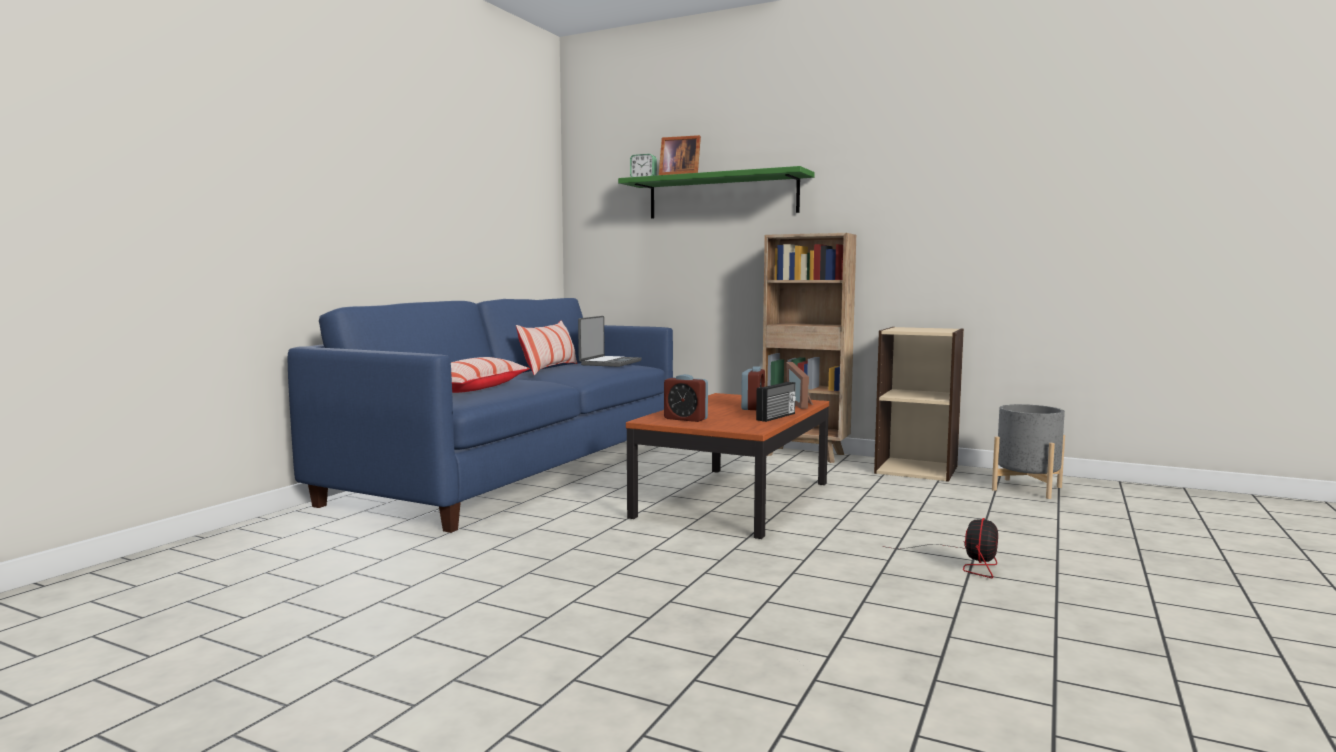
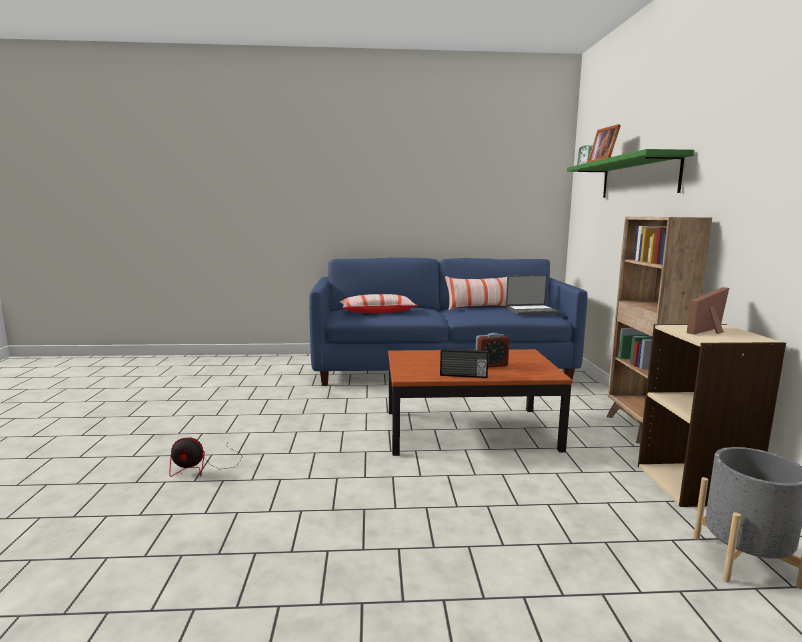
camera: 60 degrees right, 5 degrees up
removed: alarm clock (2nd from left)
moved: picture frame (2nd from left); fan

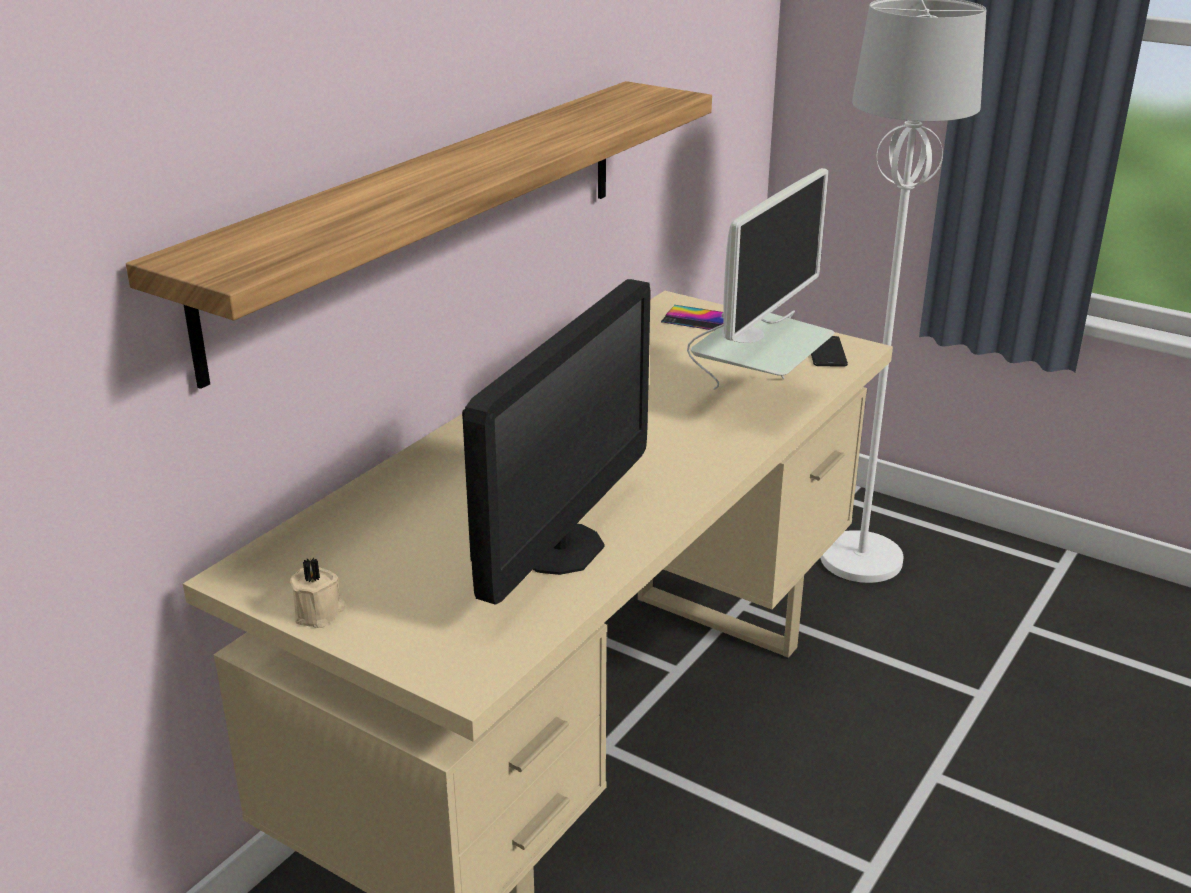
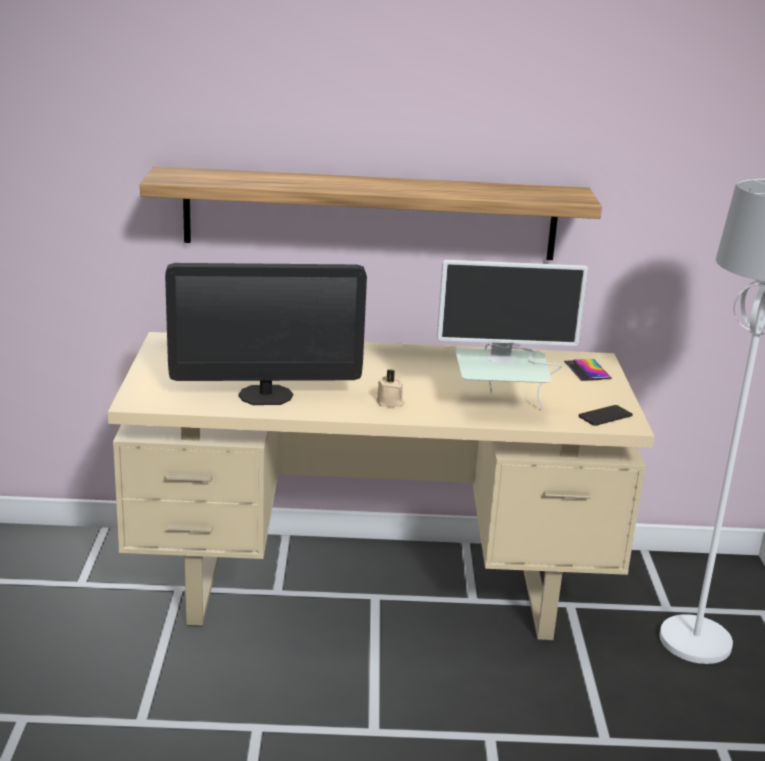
camera: 55 degrees right, 5 degrees down
moved: candle/beige

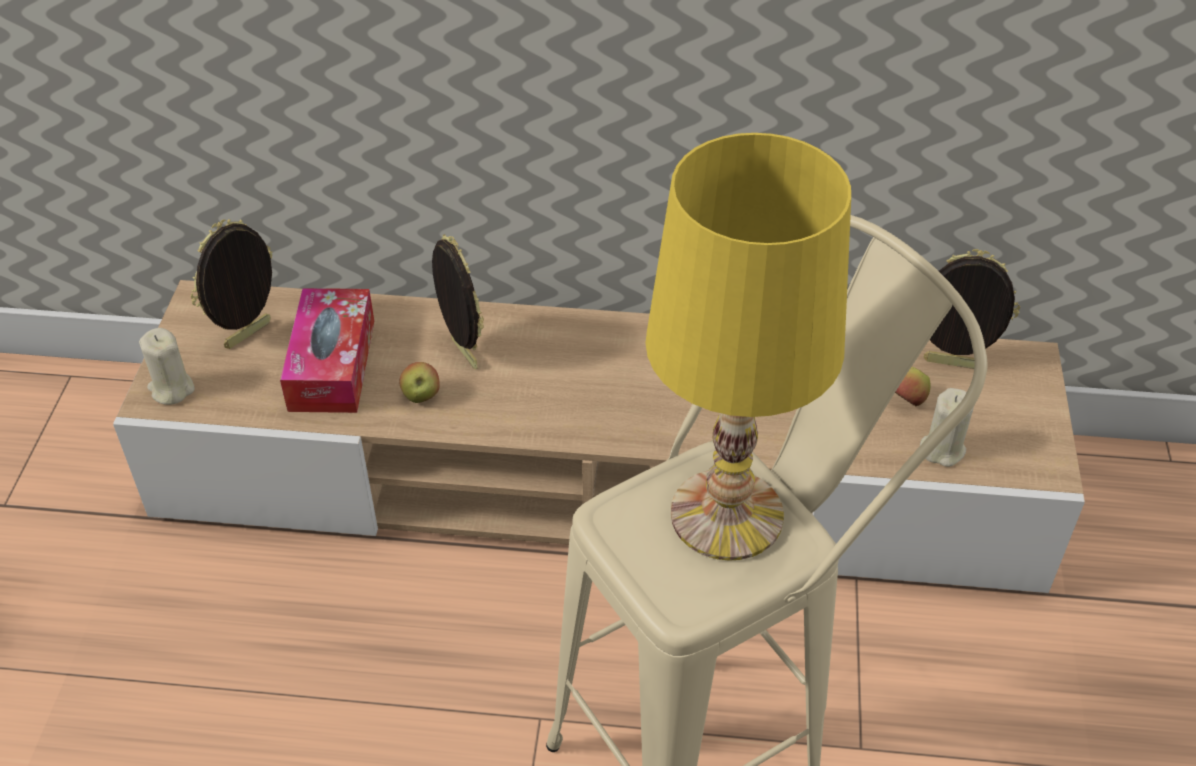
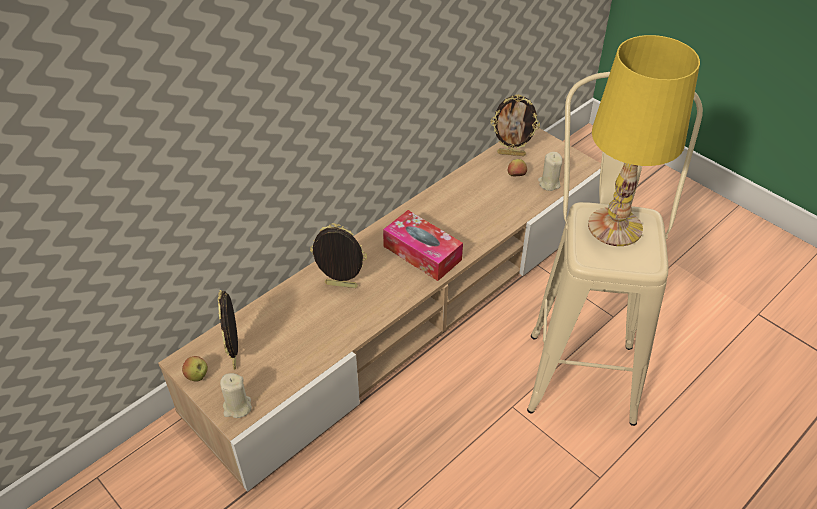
camera: 50 degrees left, 0 degrees up
moved: tissue box; apple (1st from left)
turned: picture frame (3rd from left) 135 degrees counterclockwise

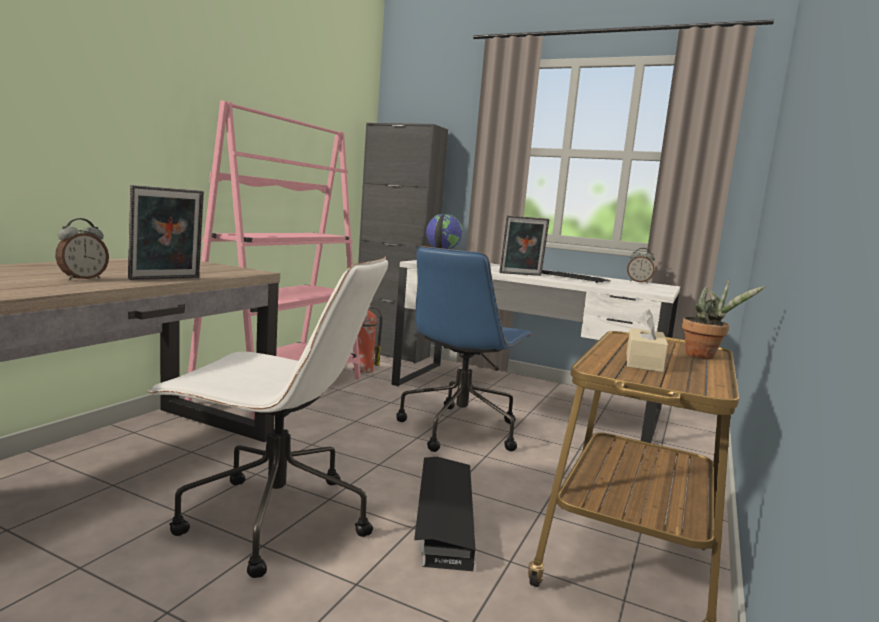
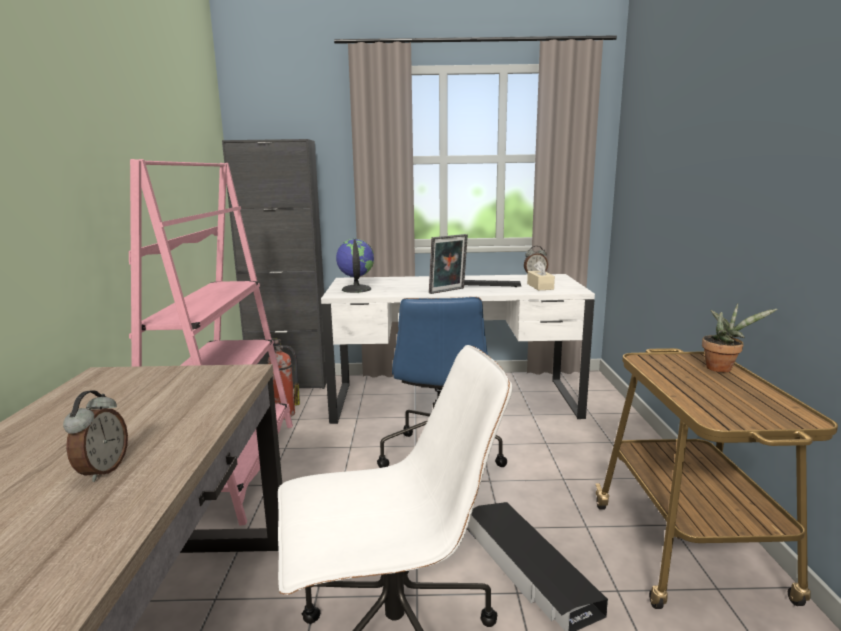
camera: 25 degrees left, 5 degrees up
removed: picture frame (1st from left)
moved: tissue box/beige

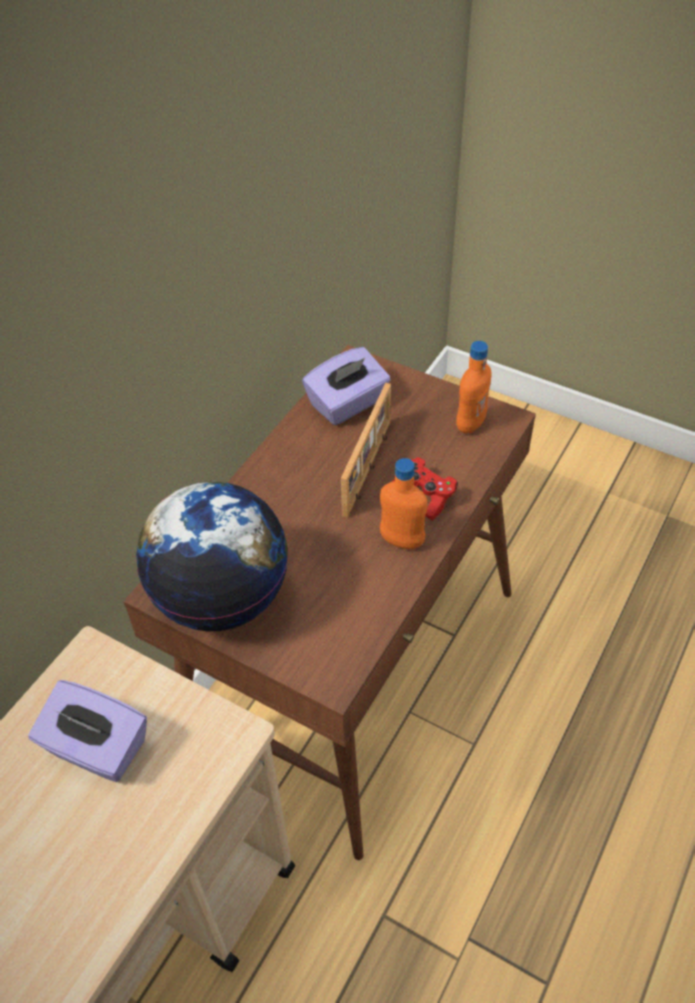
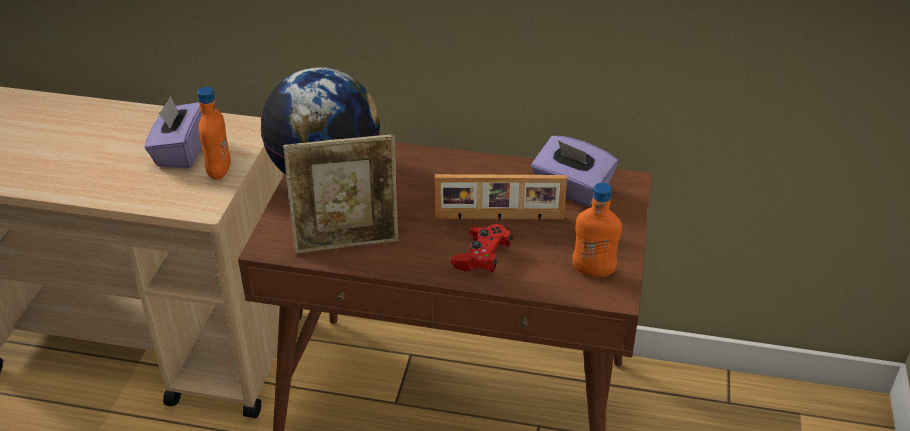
camera: 70 degrees right, 10 degrees down
added: picture frame (1st from left)
moved: bottle/orange (1st from left)

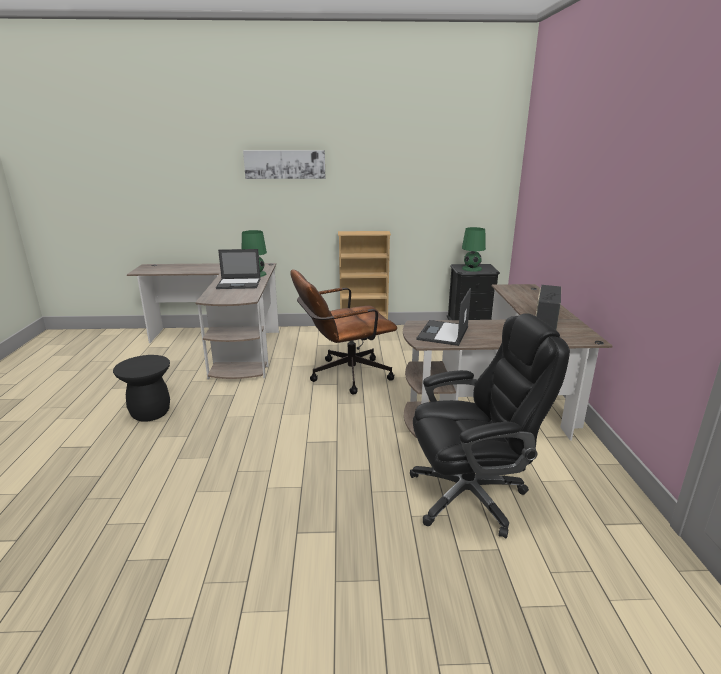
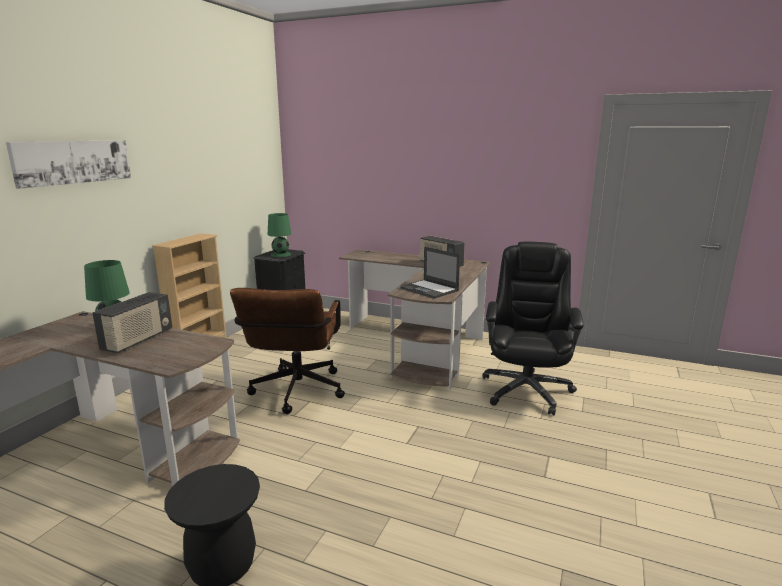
camera: 65 degrees left, 5 degrees down
replaced: laptop (1st from left) to radio (1st from left)

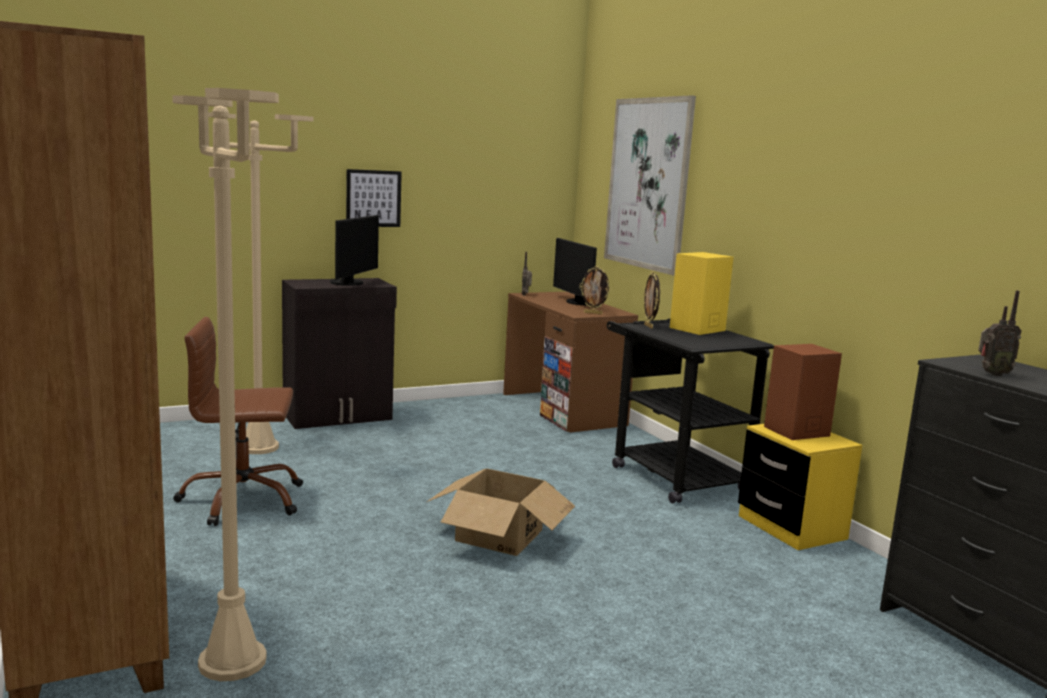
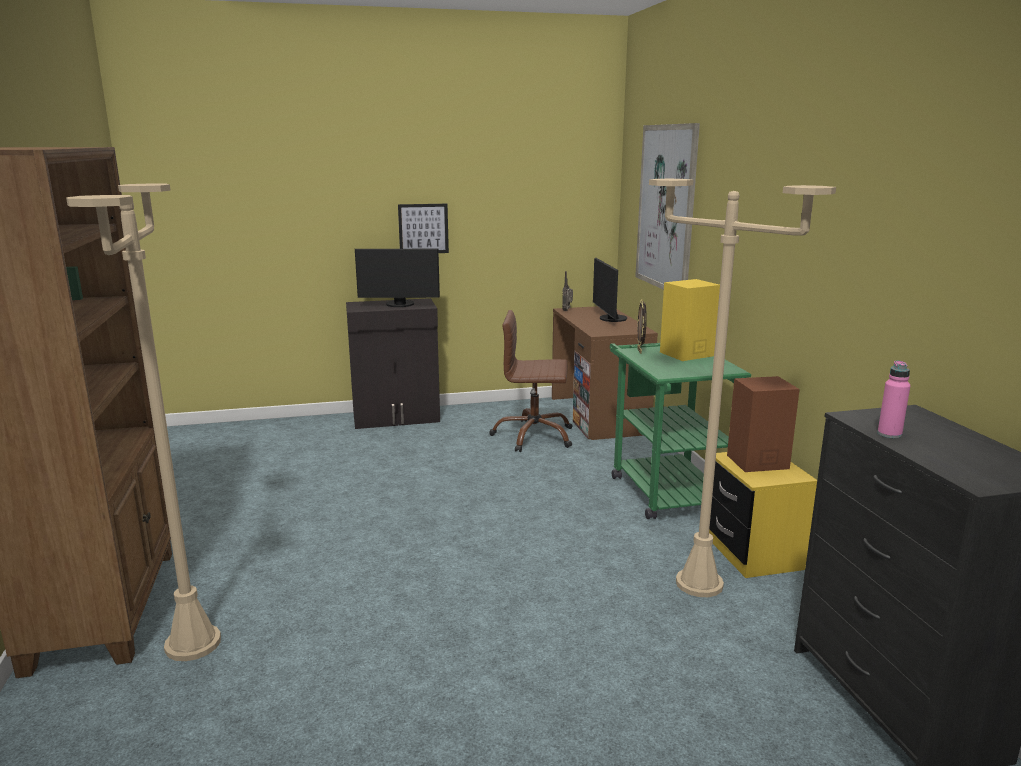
camera: 15 degrees right, 5 degrees up
removed: cardboard box; picture frame (1st from left)
moved: office chair/brown; floor lamp/beige (2nd from left)
replaced: radio (2nd from left) to bottle/pink
recoloured: cart/black to cart/green
turned: monitor (1st from left) 60 degrees clockwise

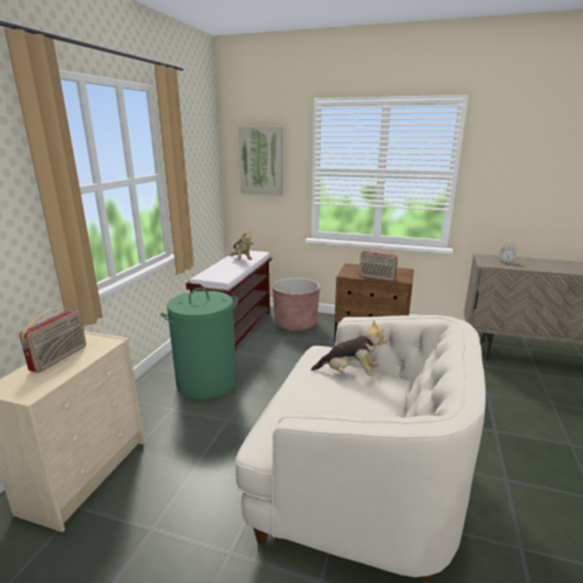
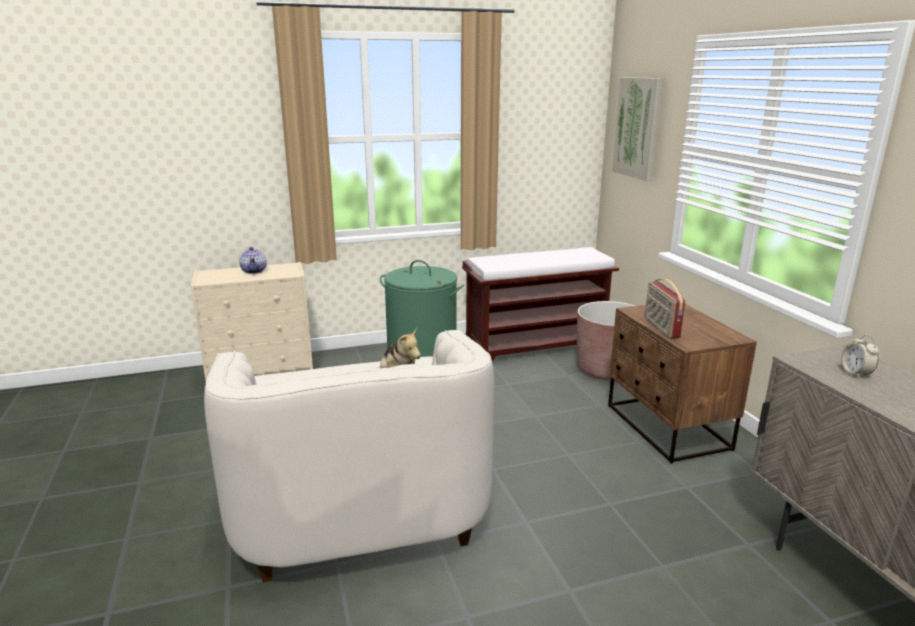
camera: 55 degrees right, 0 degrees up
removed: plush toy (1st from left)
replaced: radio (1st from left) to teapot

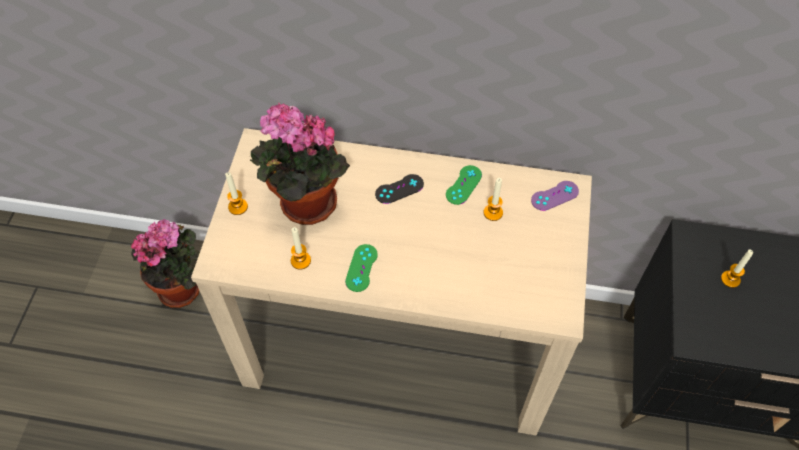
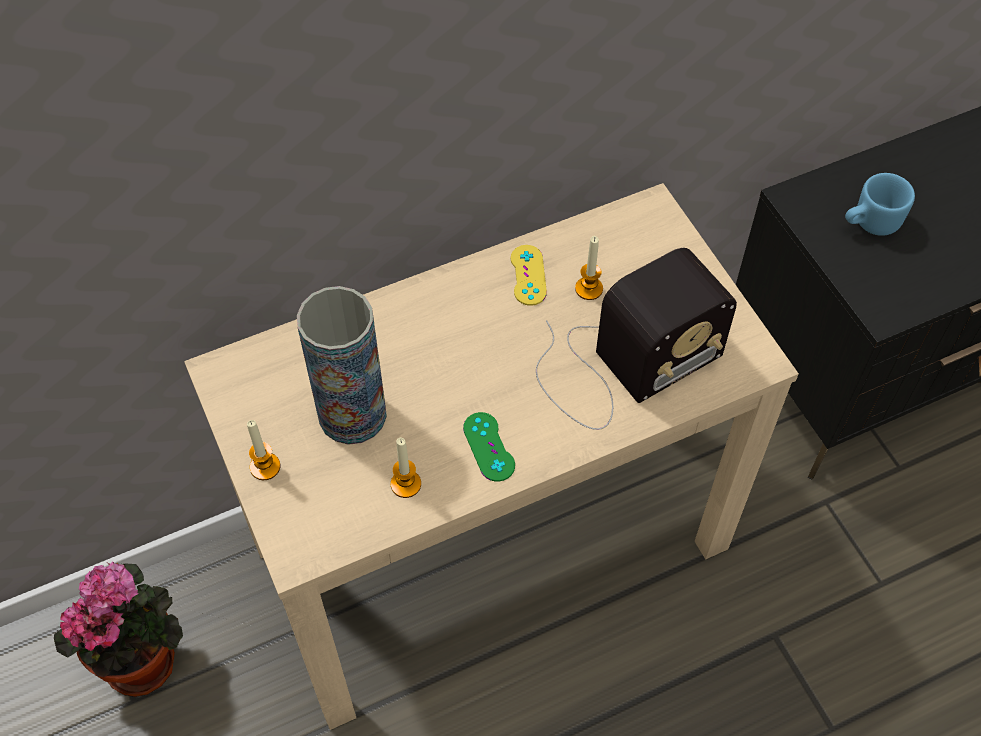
camera: 35 degrees left, 0 degrees up
removed: game controller/black; game controller/purple
added: radio
replaced: potted plant (2nd from left) to vase; candle (4th from left) to mug/blue
recoloured: game controller/green (2nd from left) to game controller/yellow

